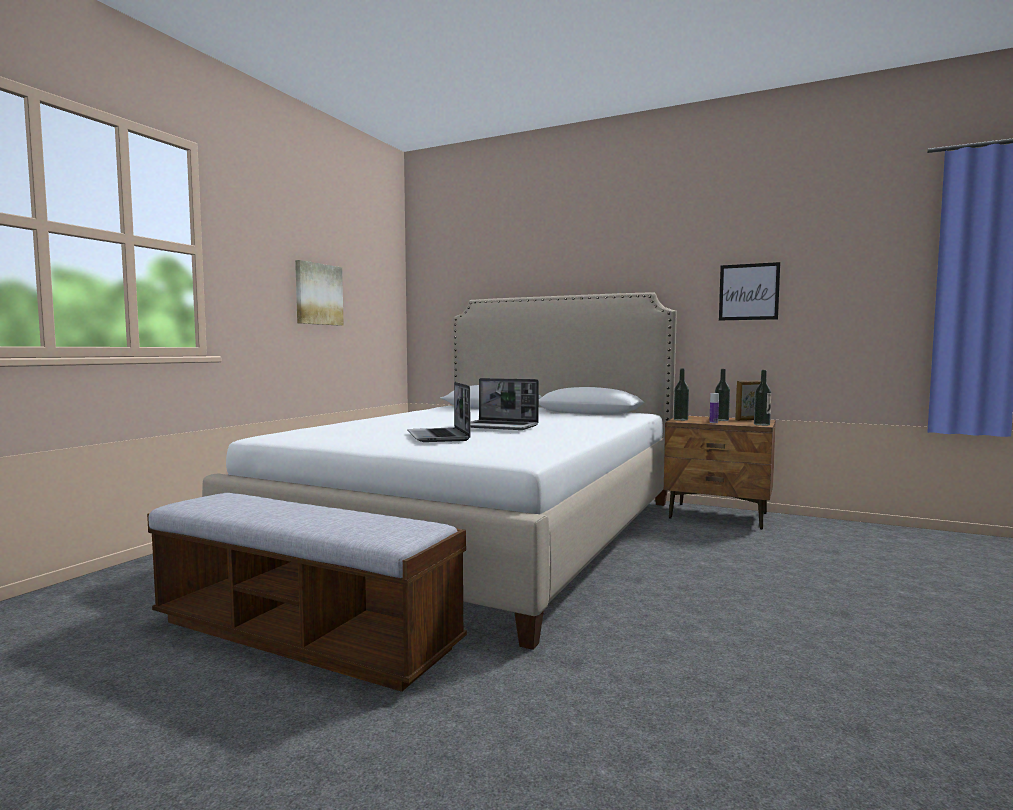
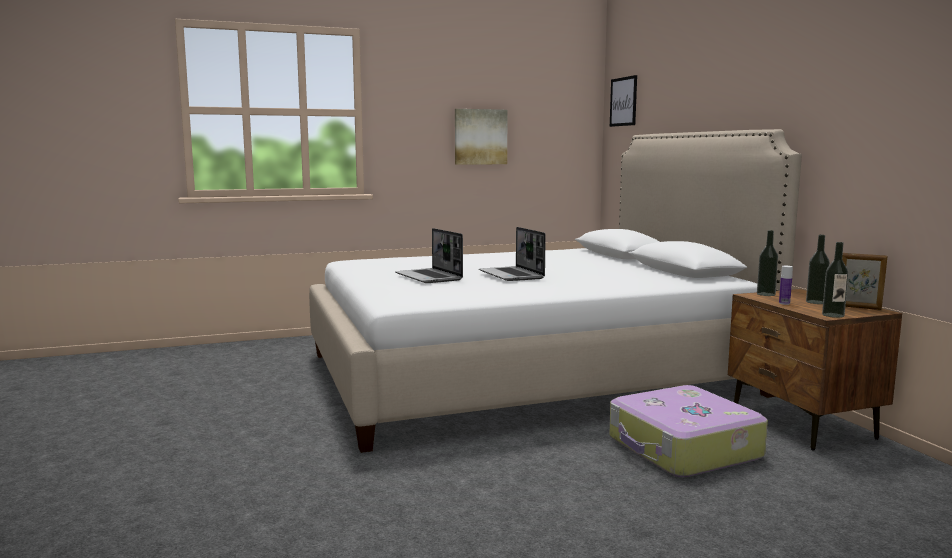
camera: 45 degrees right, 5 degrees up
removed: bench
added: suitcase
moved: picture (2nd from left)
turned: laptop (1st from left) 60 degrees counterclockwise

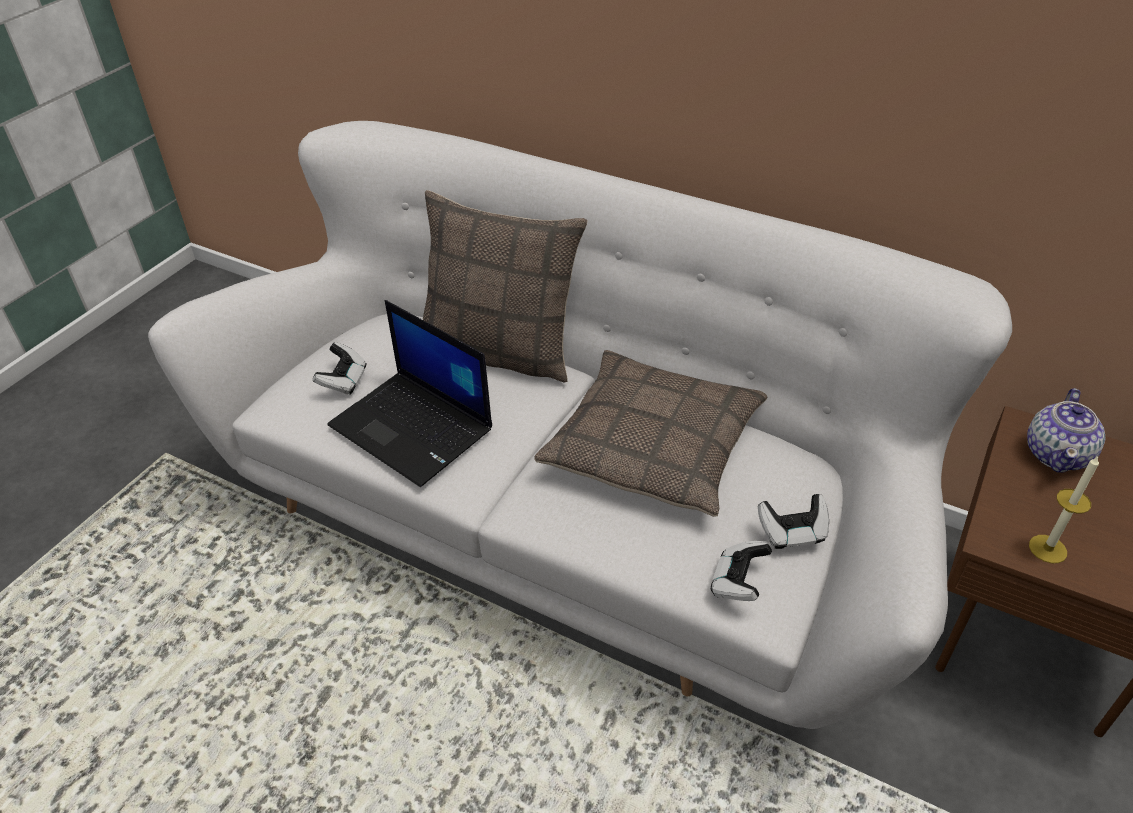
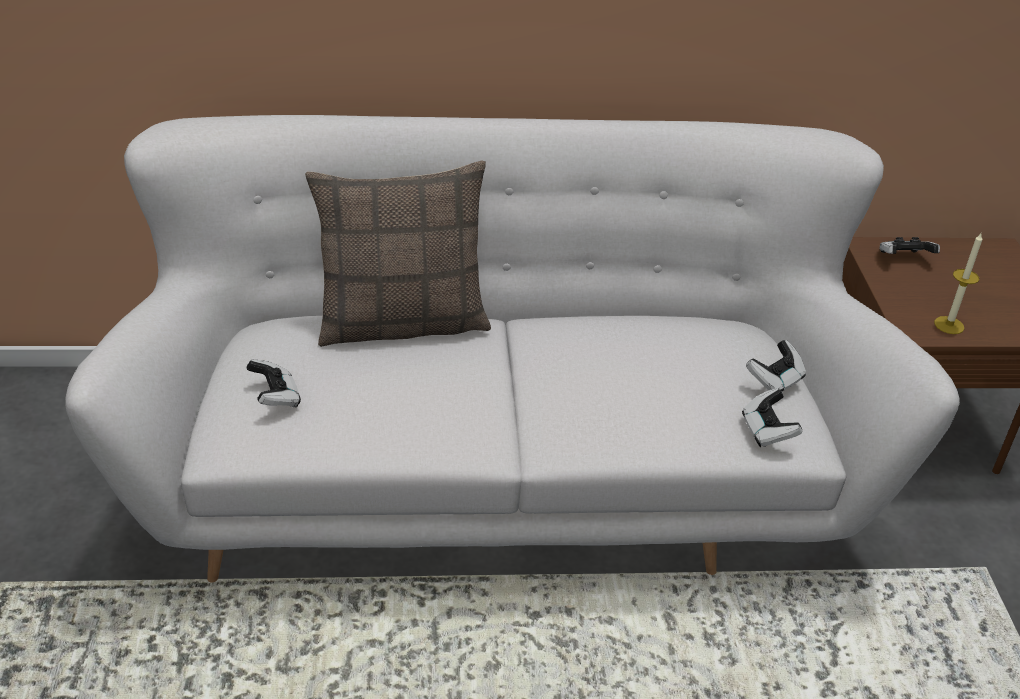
camera: 35 degrees left, 5 degrees down
removed: laptop; pillow (2nd from left)
replaced: teapot to game controller (4th from left)

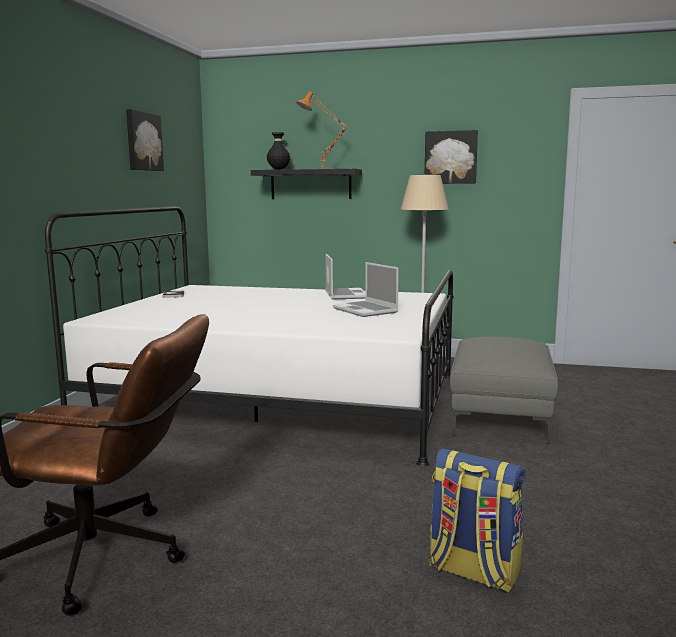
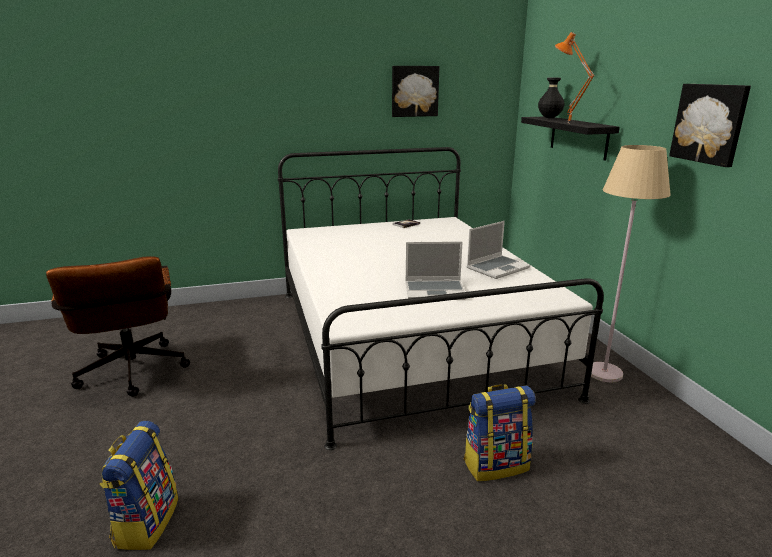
camera: 60 degrees right, 10 degrees up
replaced: ottoman/grey to backpack (2nd from left)
turned: laptop (2nd from left in the first image) 120 degrees counterclockwise

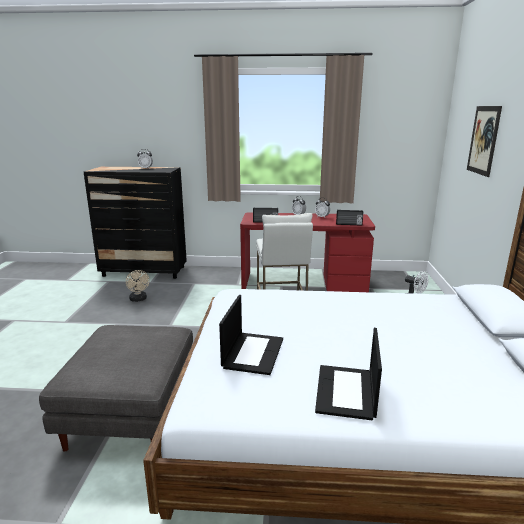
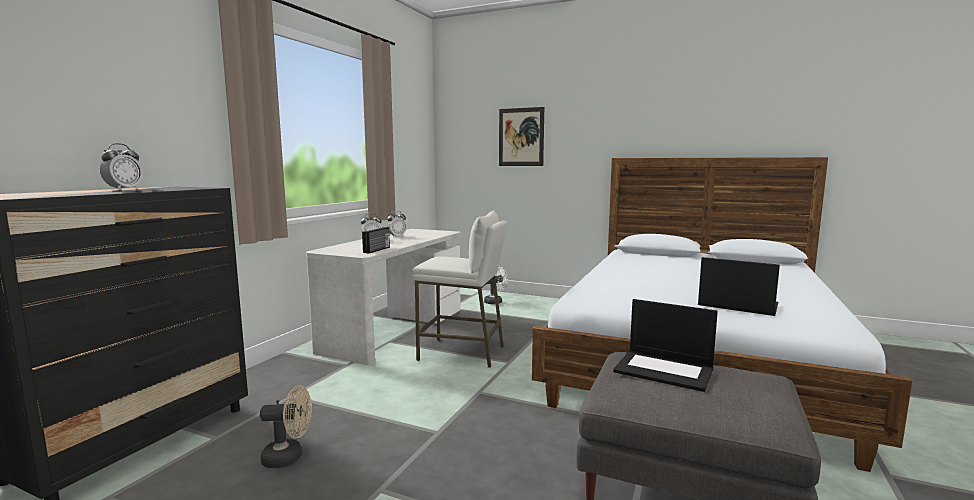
camera: 70 degrees left, 10 degrees down
removed: radio (2nd from left)
moved: laptop (2nd from left in the first image) to laptop (1st from left)
recoloured: desk/red to desk/white

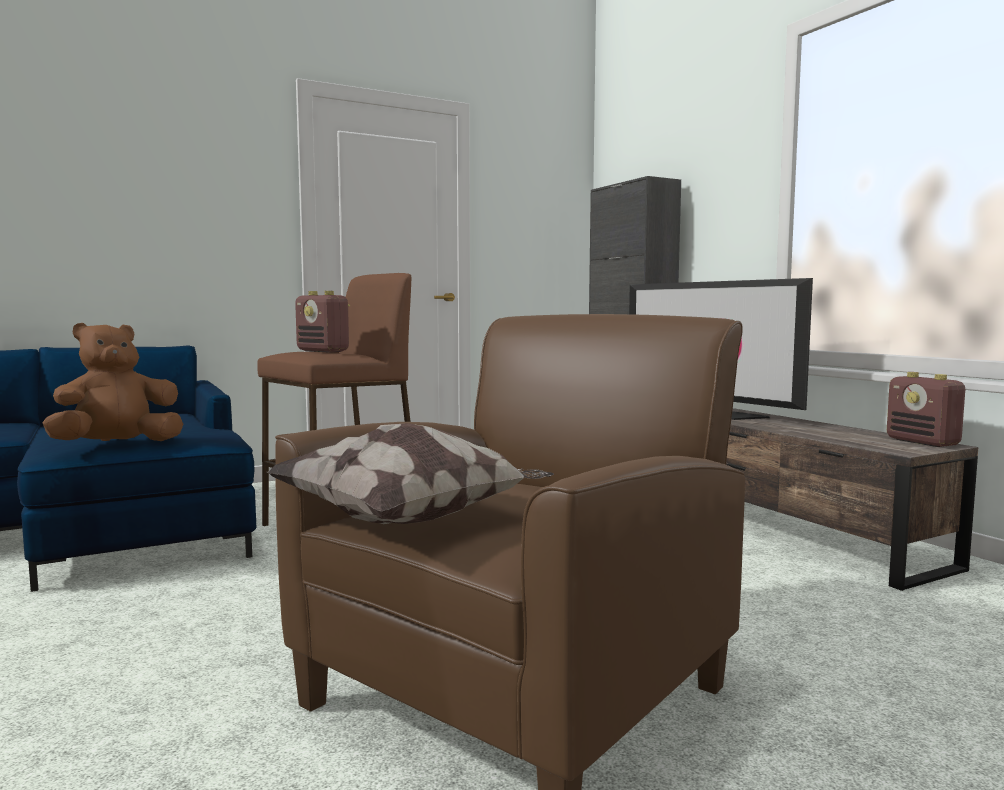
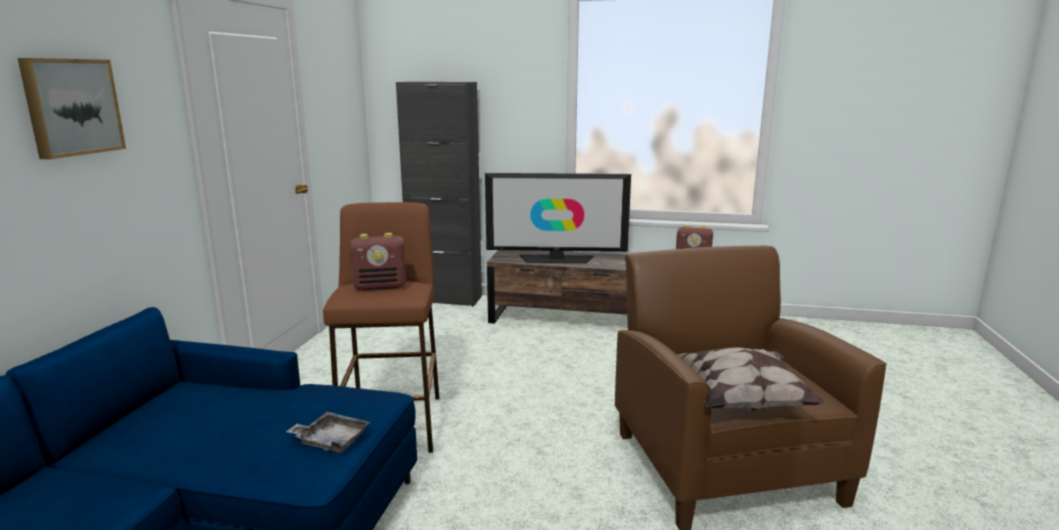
camera: 50 degrees left, 10 degrees up
added: picture
replaced: plush toy/brown to tray/grey

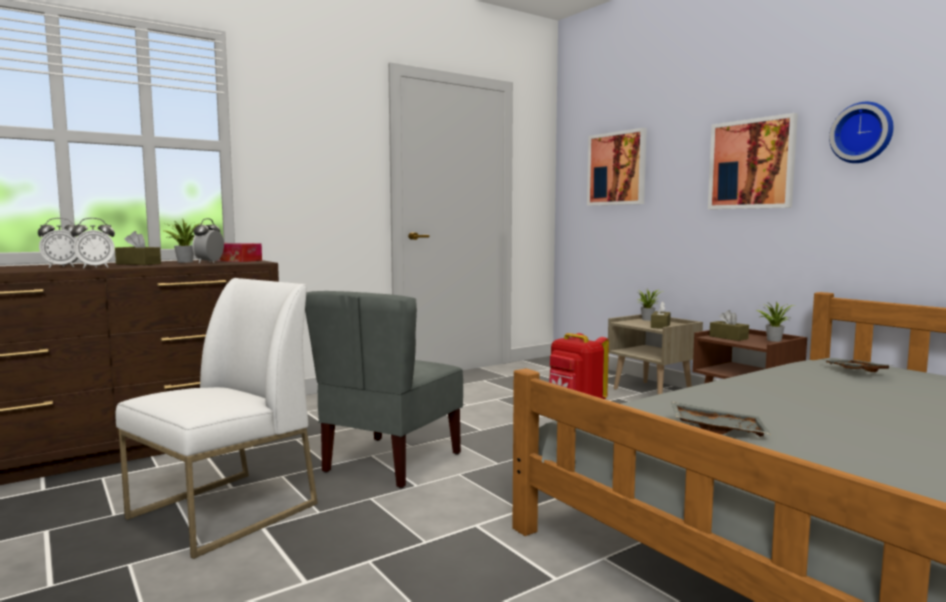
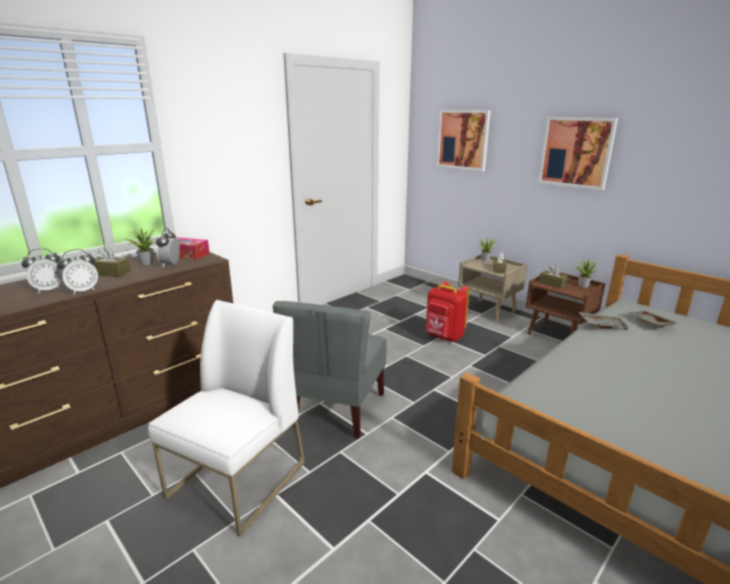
camera: 10 degrees left, 15 degrees up
removed: wall clock
moved: tray/grey (1st from left)

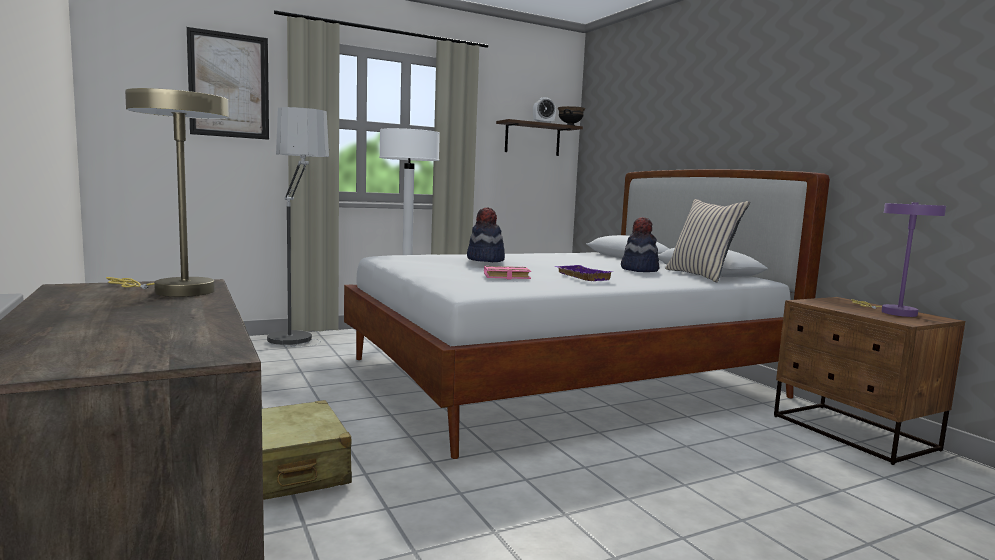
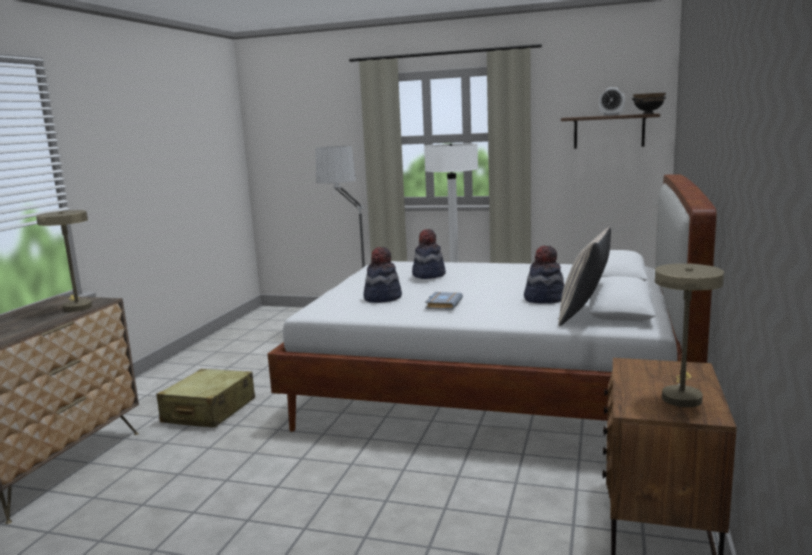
camera: 45 degrees right, 5 degrees up
removed: picture
replaced: book/pink to hat (1st from left); tray/purple to book/grey
recoloured: table lamp/purple to table lamp/beige (2nd from left)

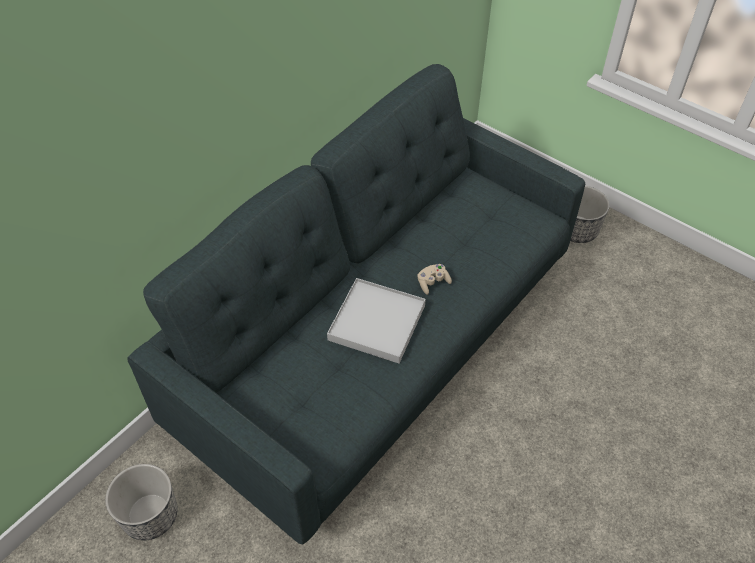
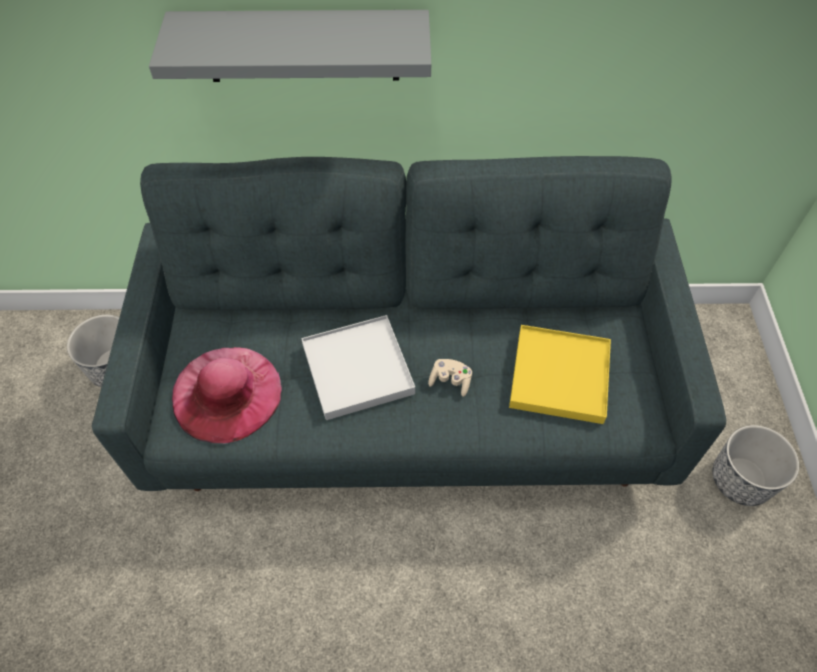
camera: 50 degrees right, 5 degrees up
added: shelf/grey; hat/pink; tray/yellow

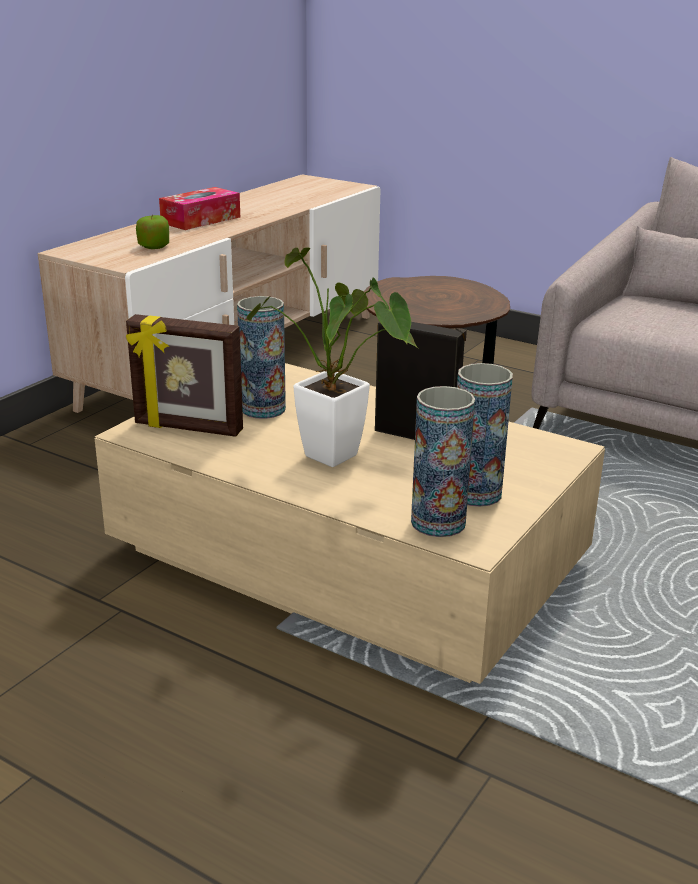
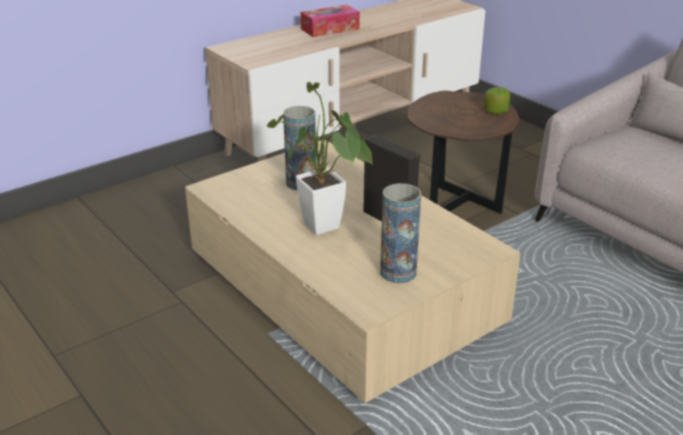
camera: 20 degrees right, 5 degrees up
removed: picture frame; vase (2nd from left)
moved: apple

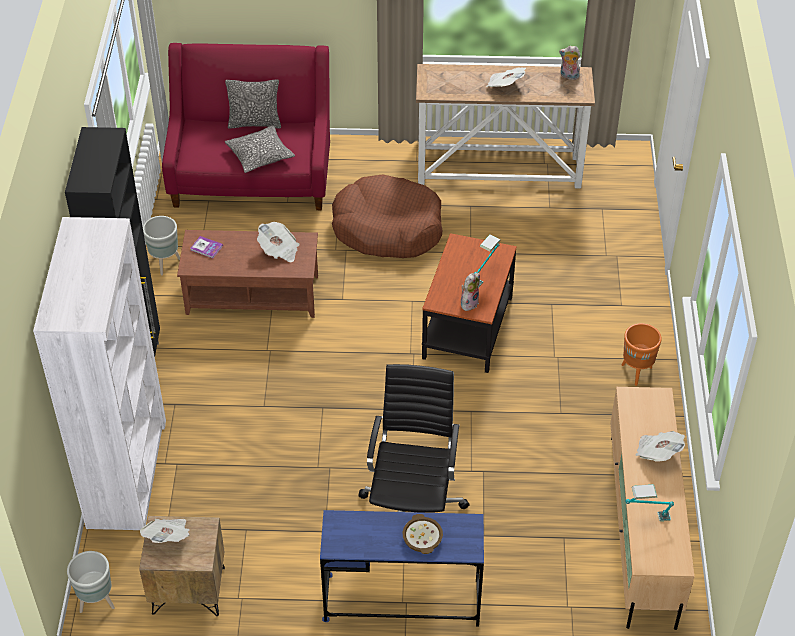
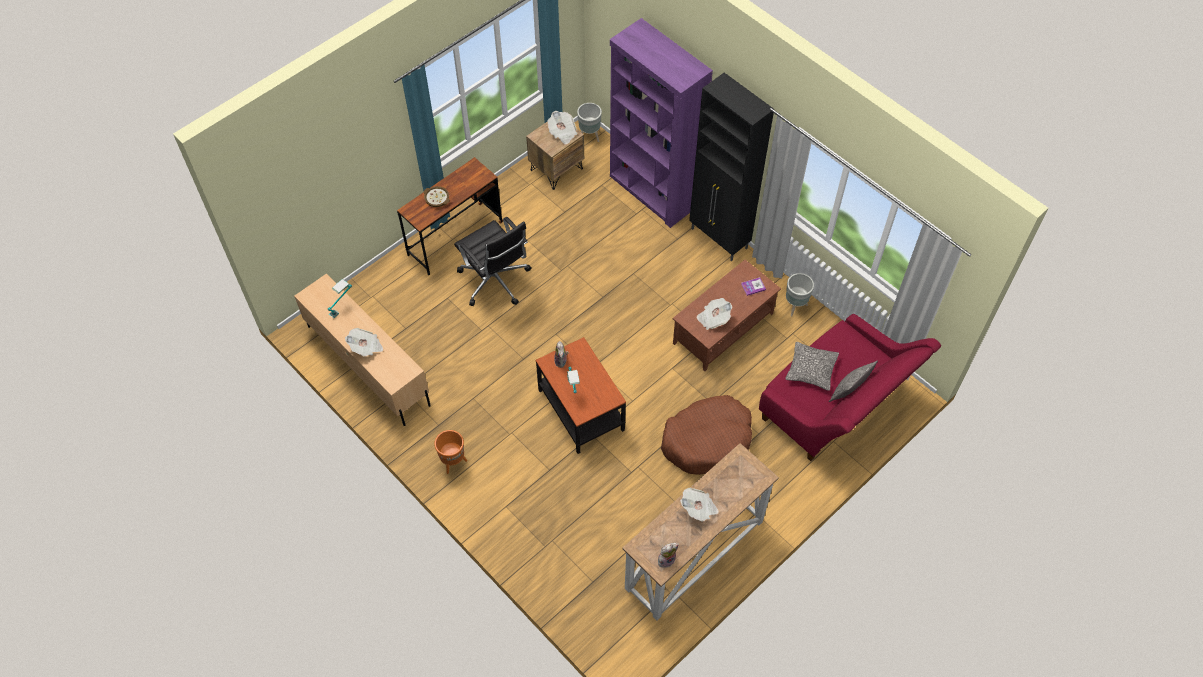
camera: 135 degrees right, 10 degrees up
recoloured: bookcase/white to bookcase/purple; desk/blue to desk/brown

